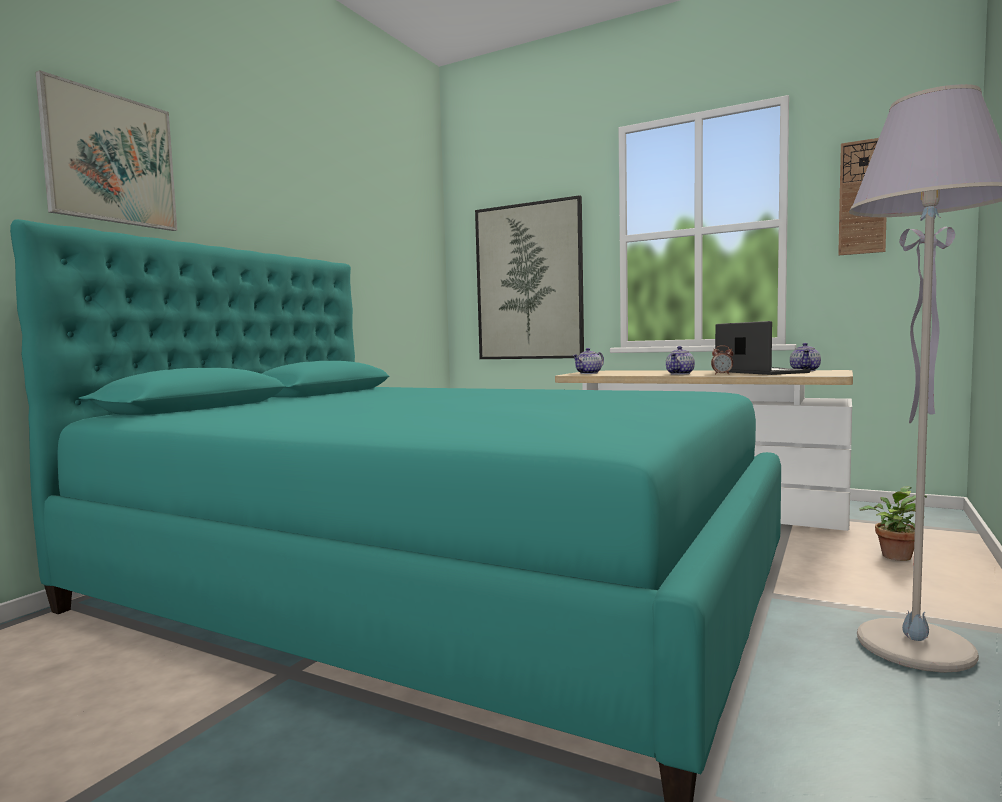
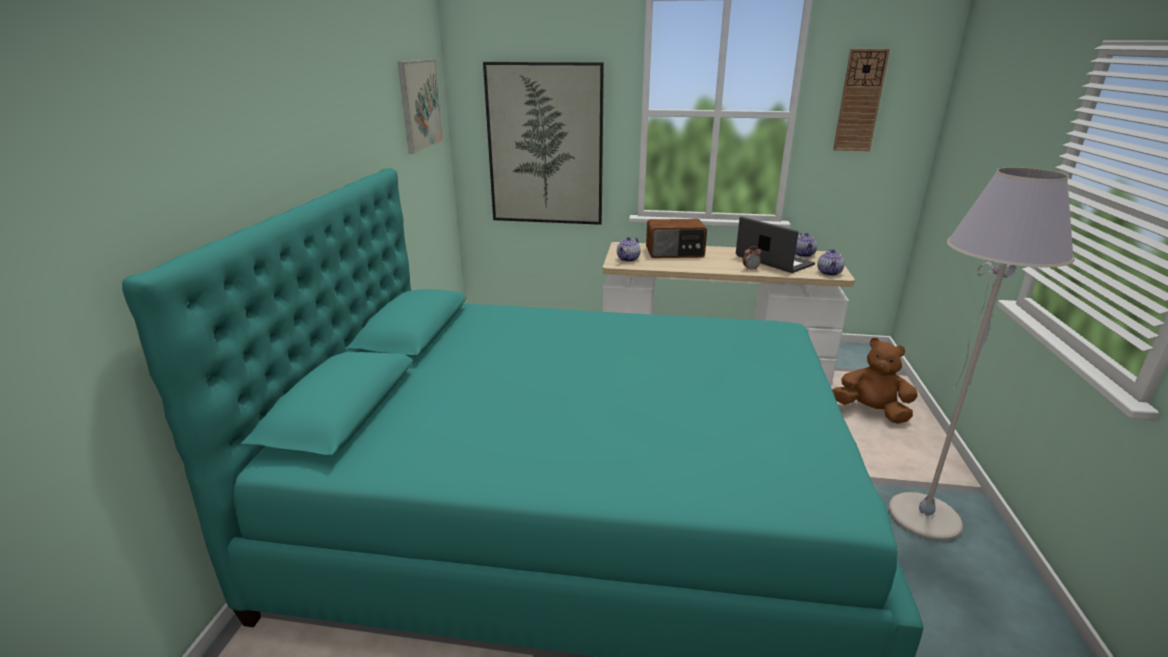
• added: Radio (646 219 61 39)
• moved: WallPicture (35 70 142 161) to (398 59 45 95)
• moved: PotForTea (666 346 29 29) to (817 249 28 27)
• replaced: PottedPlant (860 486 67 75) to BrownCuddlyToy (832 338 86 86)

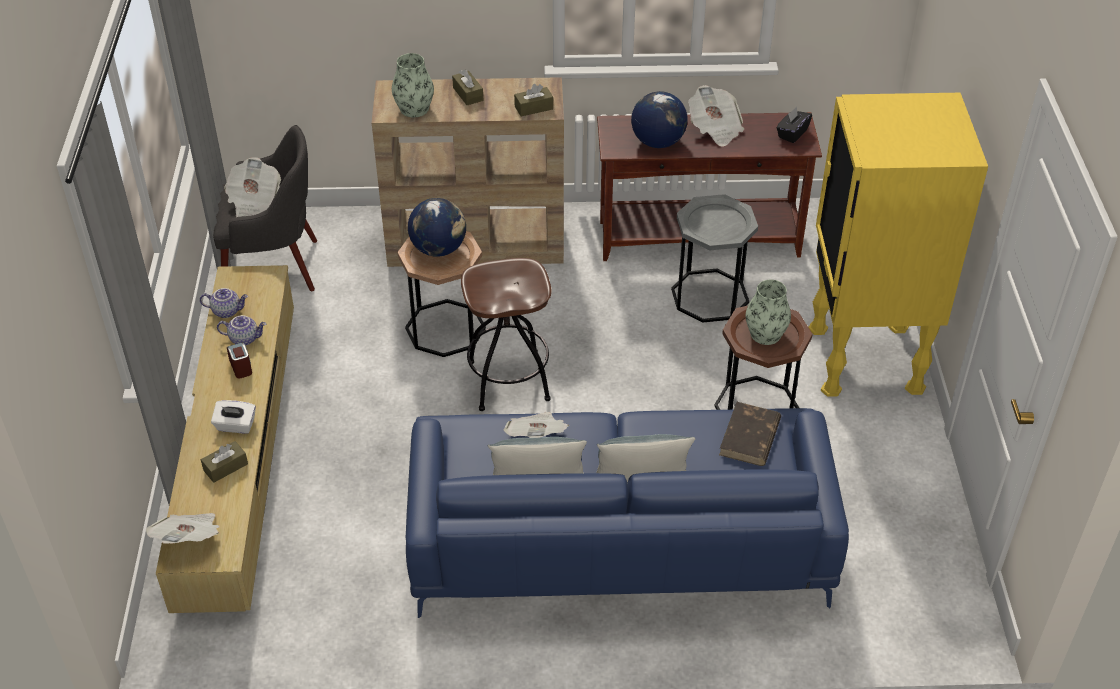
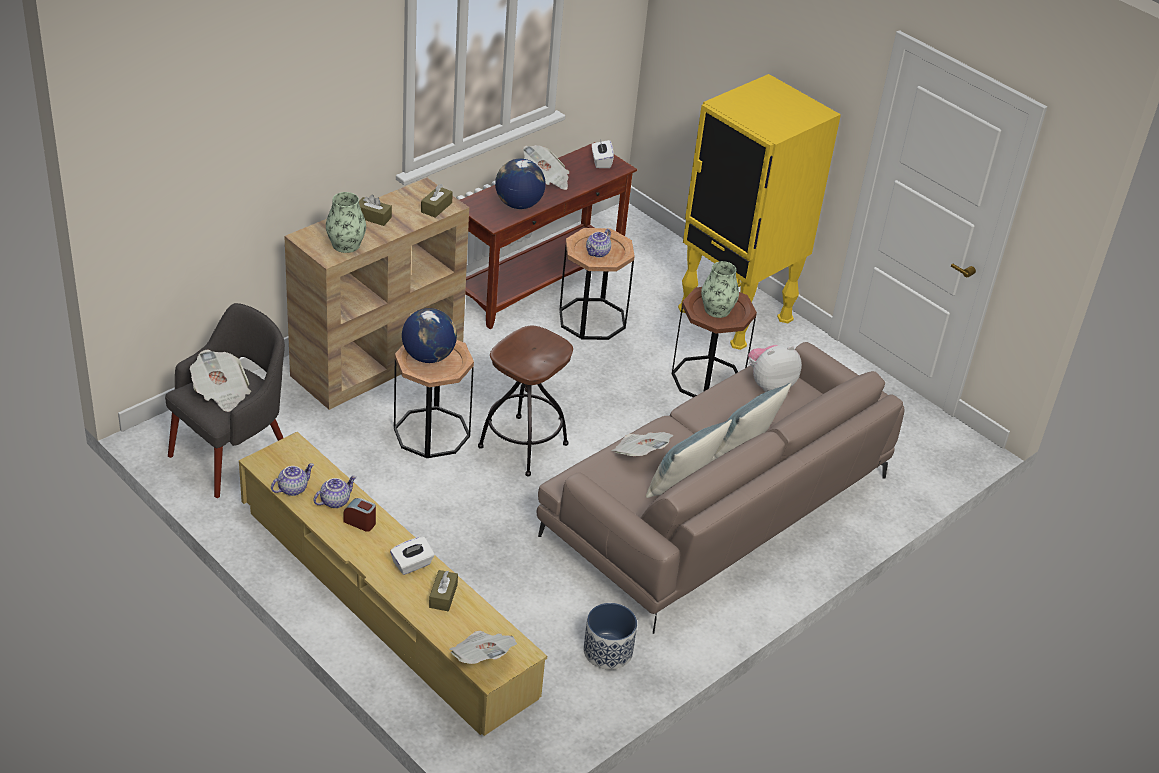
• added: PlantPot (584 603 53 67)
• added: PotForTea (586 229 25 29)
• replaced: BrownBook (719 402 62 64) to CuddlyToy (748 345 54 47)
• recoloured: BlueSettee (406 408 443 210) to SandColouredSettee (537 342 367 292)
• recoloured: GreyAccentTable (671 194 87 129) to BrownAccentTable (559 228 76 112)
• recoloured: BlackColouredTissueHolder (776 107 36 36) to WhiteColouredTissueHolder (592 139 22 29)

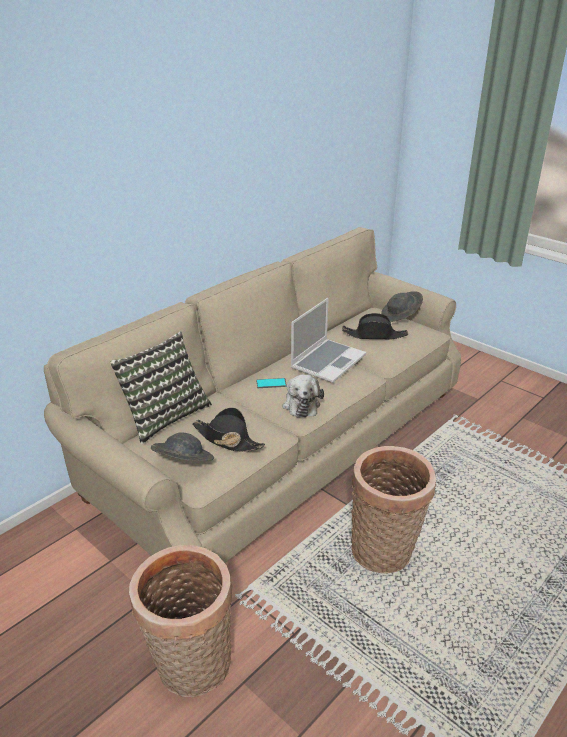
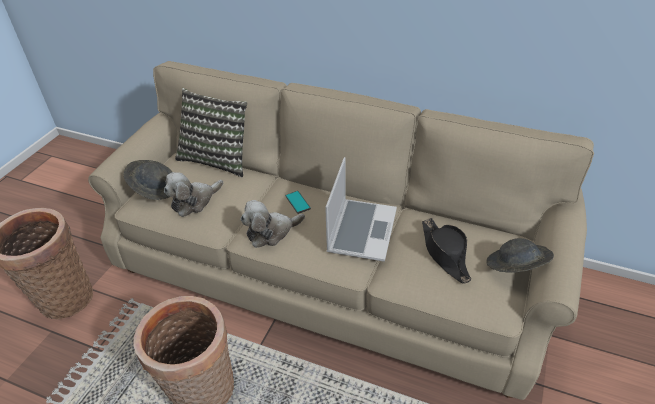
• replaced: BlackColouredClothingHat (193 407 72 45) to CuddlyToy (164 172 59 45)
• turned: Laptop (291 298 75 85) = (325 157 72 105) 90 degrees counterclockwise

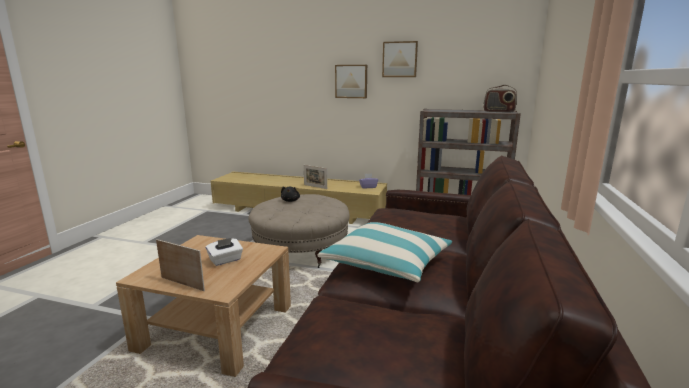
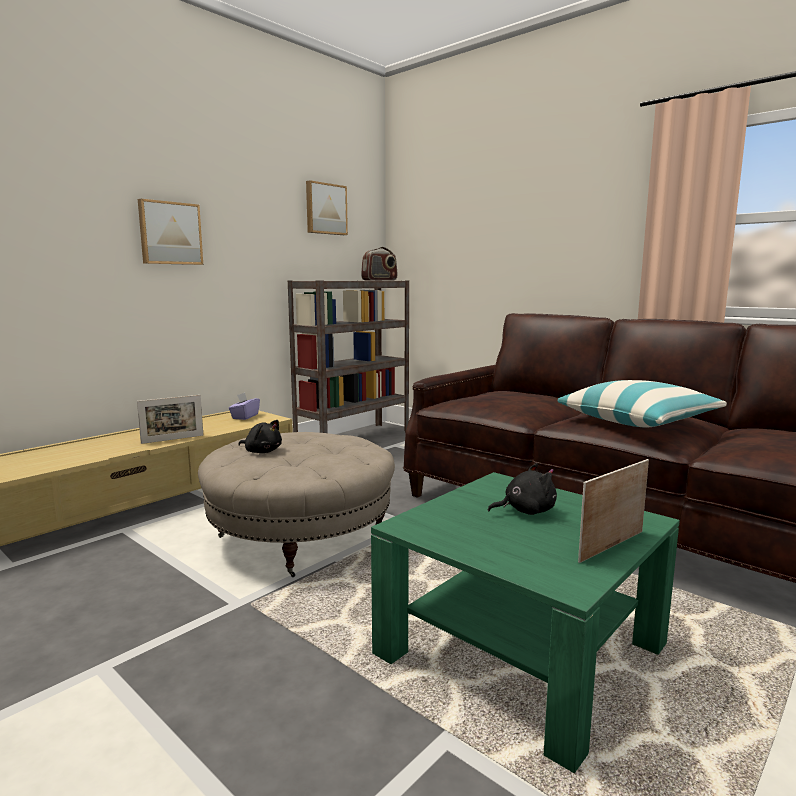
• moved: WallPicture (382 41 36 36) to (306 180 42 55)
• replaced: WhiteColouredTissueHolder (206 238 37 28) to BlackColouredCuddlyToy (488 463 69 52)
• recoloured: BrownLowTable (116 235 175 142) to GreenLowTable (371 472 309 301)

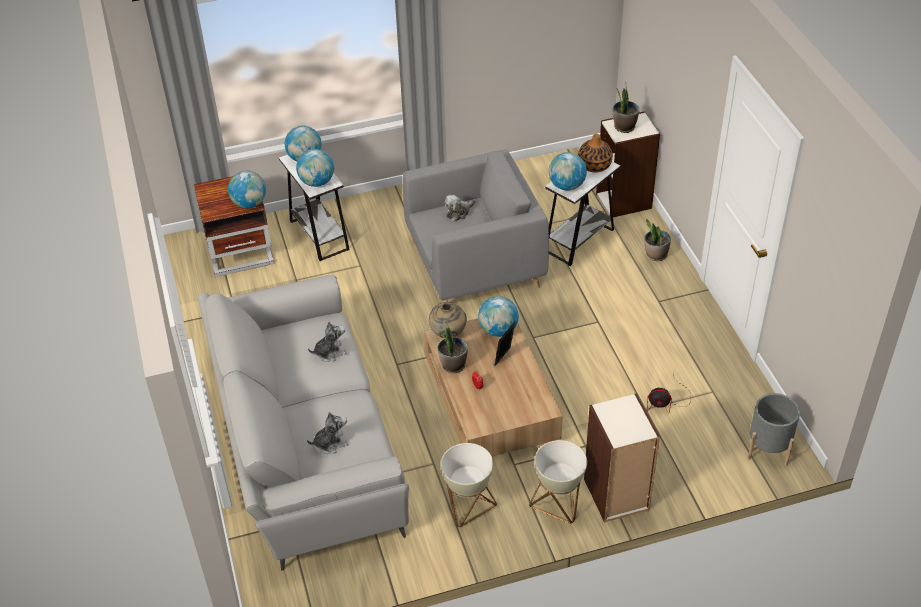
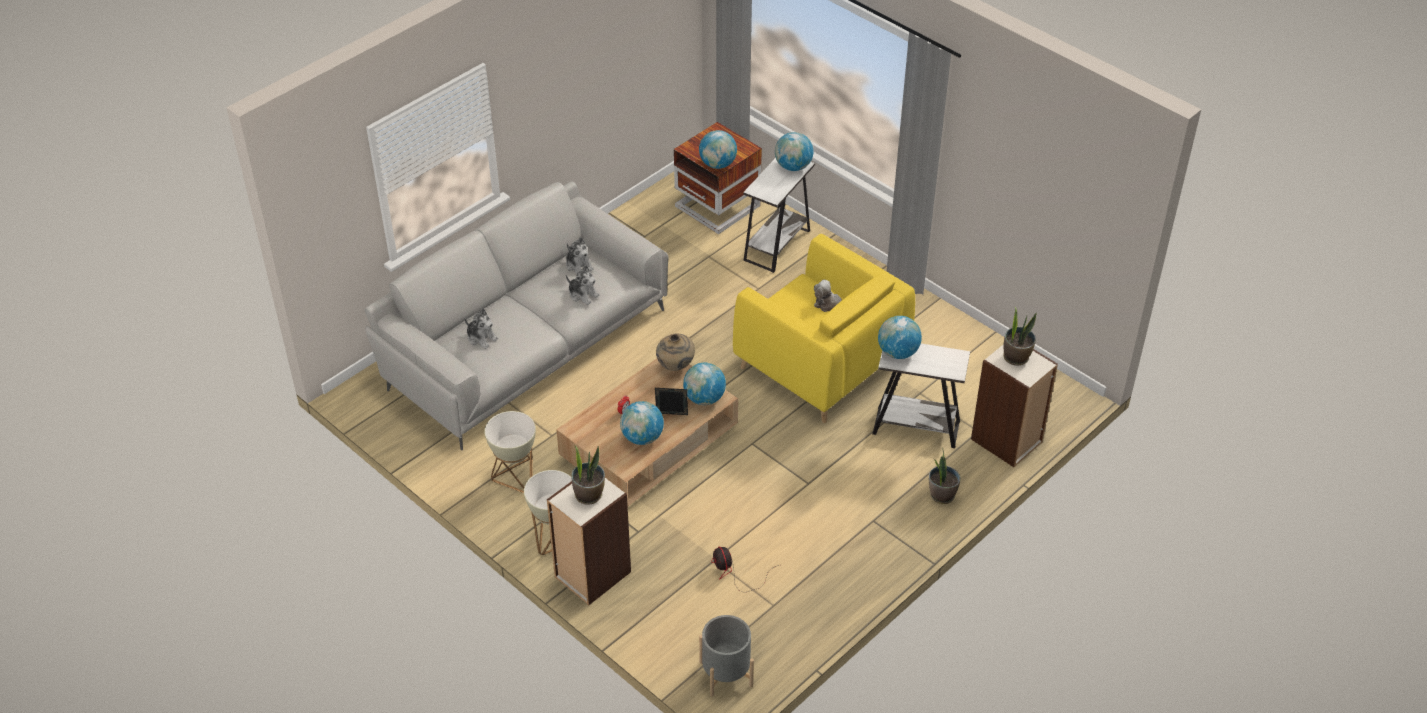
• removed: FlowerVase (578 134 35 38)
• added: CuddlyToy (566 237 28 37)
• moved: DeskGlobe (296 149 38 38) to (620 401 44 44)
• moved: PottedPlant (438 320 30 53) to (571 446 34 59)
• recoloured: GreyLoungeChair (403 149 146 153) to YellowColouredLoungeChair (733 234 182 189)

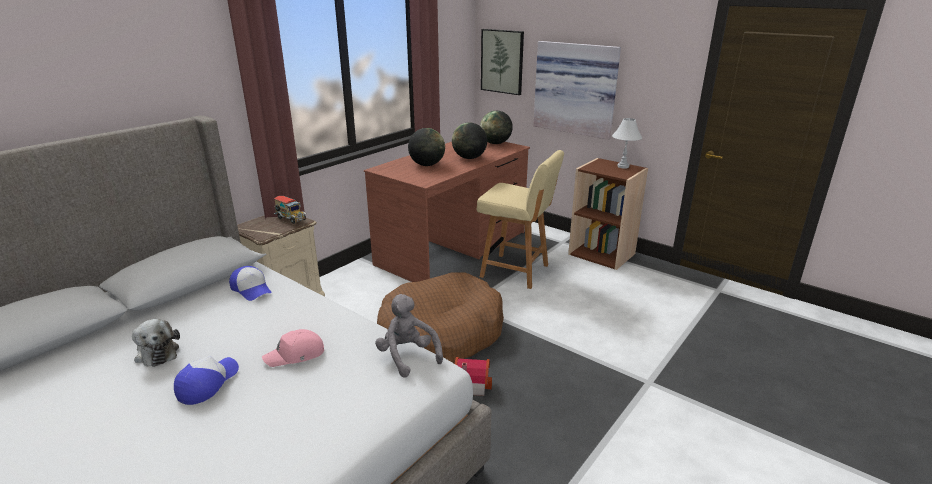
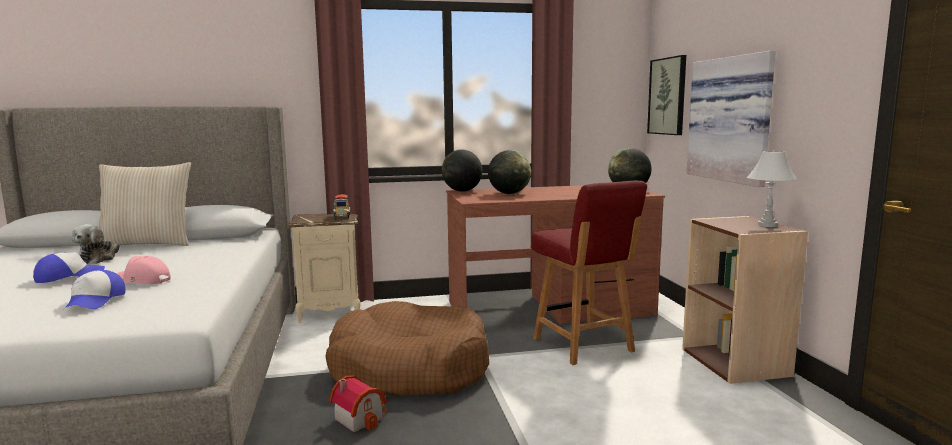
• removed: GreyCuddlyToy (375 294 68 84)
• added: SandColouredThrowPillow (99 162 92 84)
• moved: Cap (229 266 43 35) to (63 270 63 40)
• moved: DeskGlobe (452 123 35 36) to (442 149 40 43)
• recoloured: SandColouredPlainChair (477 150 87 139) to RedPlainChair (531 181 116 184)

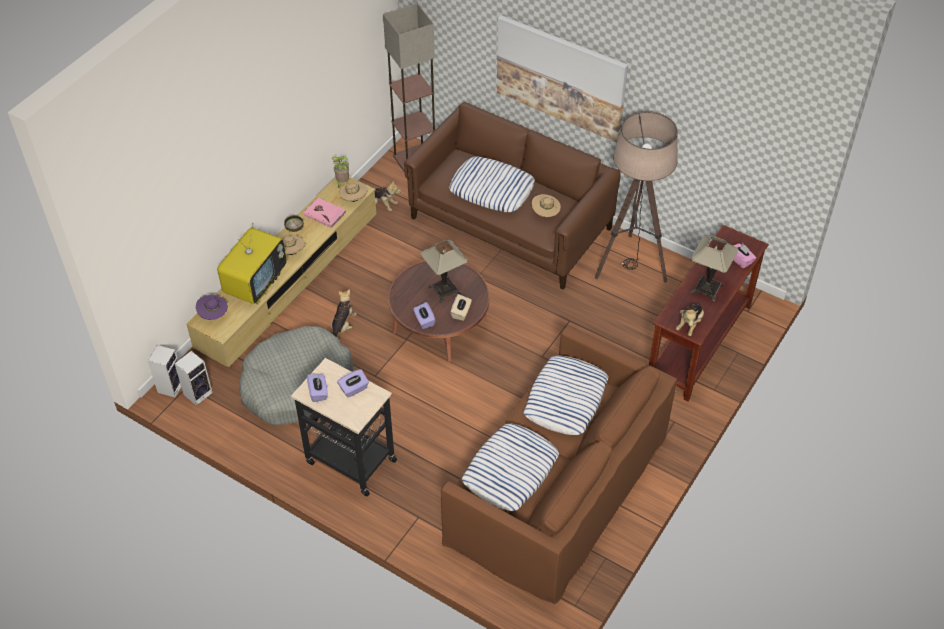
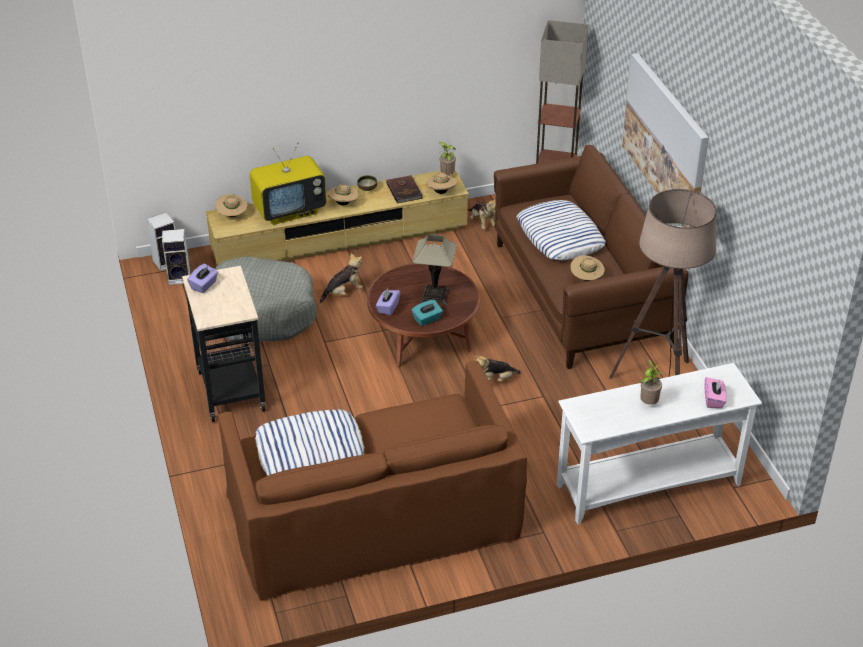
• removed: PurplishTissueHolder (337 369 32 28)
• removed: ThrowPillow (524 356 84 79)
• moved: CuddlyToy (676 303 28 33) to (474 356 47 26)
• replaced: LampForATable (691 236 48 66) to PottedPlant (640 359 22 46)
• recoloured: PurplishClothingHat (196 295 32 25) to SandColouredClothingHat (216 194 31 23)
• recoloured: PinkColouredBook (304 197 42 31) to BrownBook (386 175 37 29)
• recoloured: SandColouredTissueHolder (450 294 22 27) to BlueGreenTissueHolder (412 300 31 26)
• recoloured: BrownNarrowTable (649 225 120 177) to WhiteColouredNarrowTable (557 363 205 162)

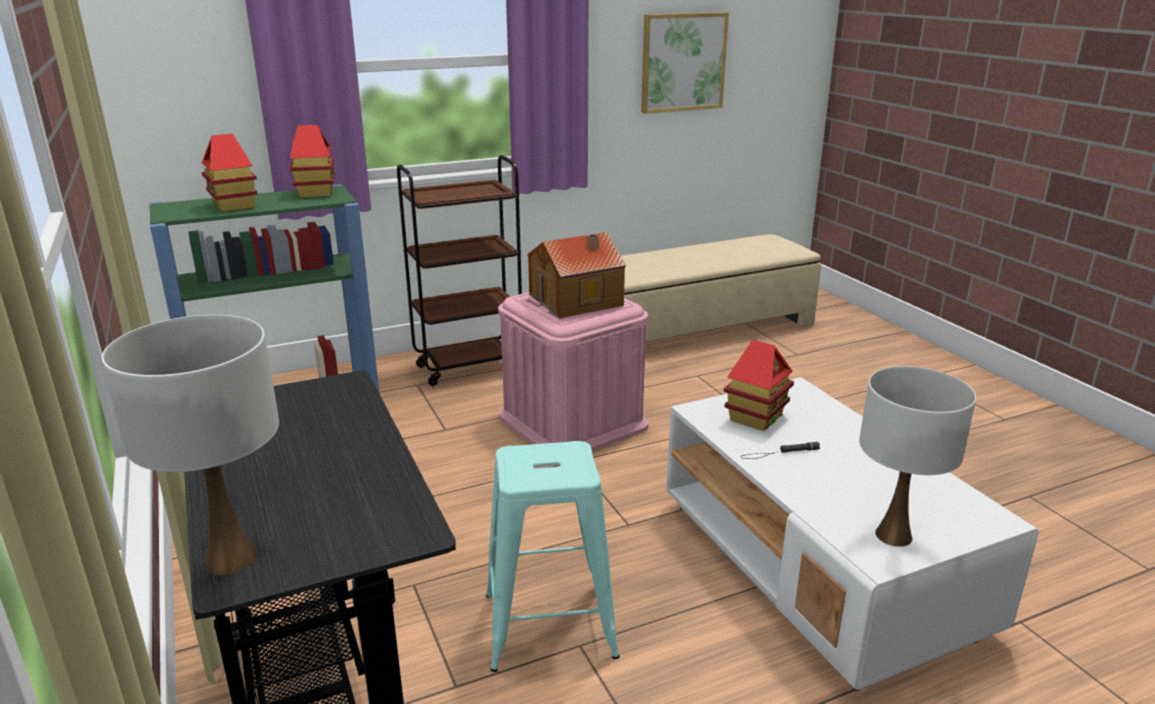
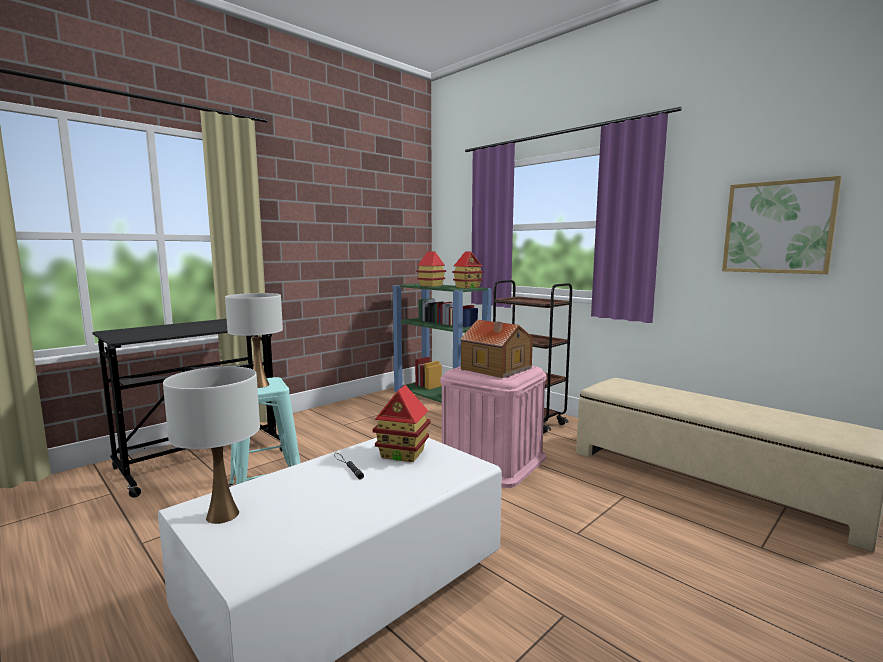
• moved: WhiteColouredLampForATable (102 315 177 260) to (225 293 58 95)

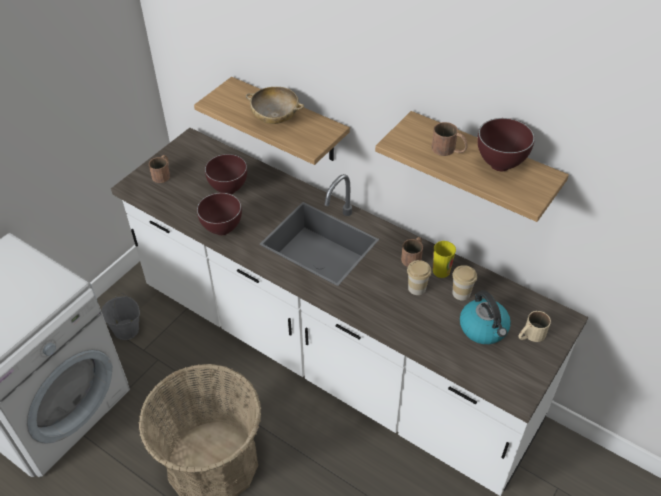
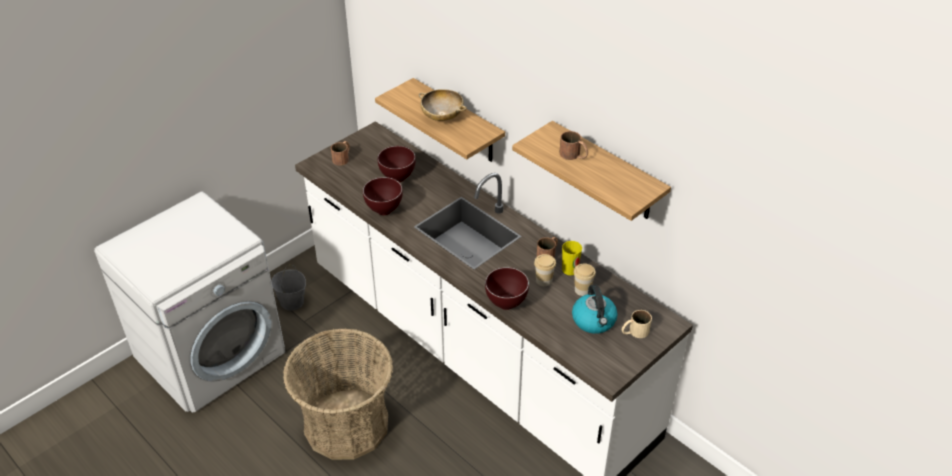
• moved: BrownDeepDish (478 118 57 53) to (485 267 44 43)

